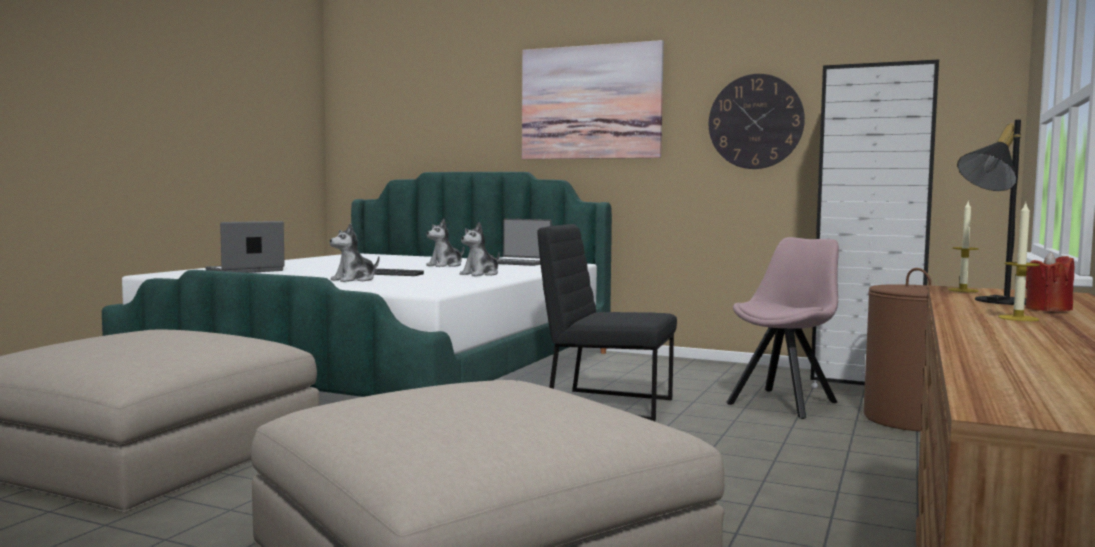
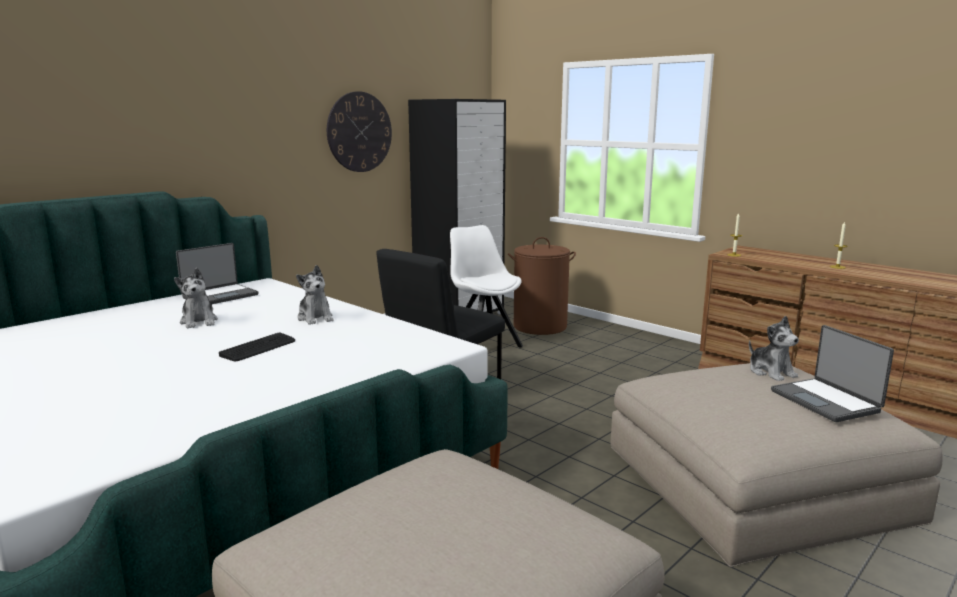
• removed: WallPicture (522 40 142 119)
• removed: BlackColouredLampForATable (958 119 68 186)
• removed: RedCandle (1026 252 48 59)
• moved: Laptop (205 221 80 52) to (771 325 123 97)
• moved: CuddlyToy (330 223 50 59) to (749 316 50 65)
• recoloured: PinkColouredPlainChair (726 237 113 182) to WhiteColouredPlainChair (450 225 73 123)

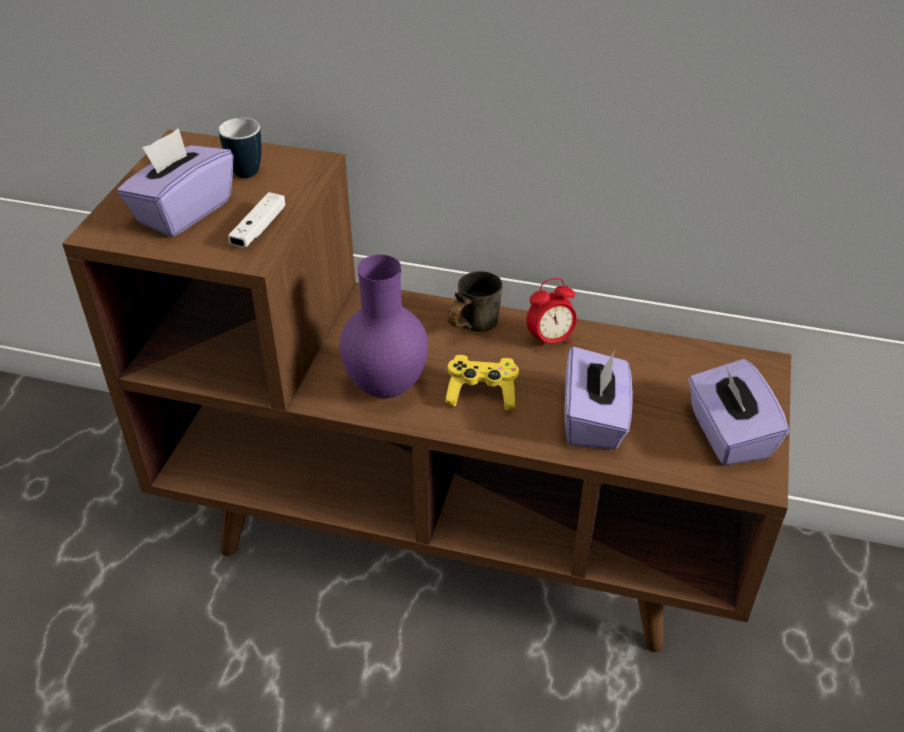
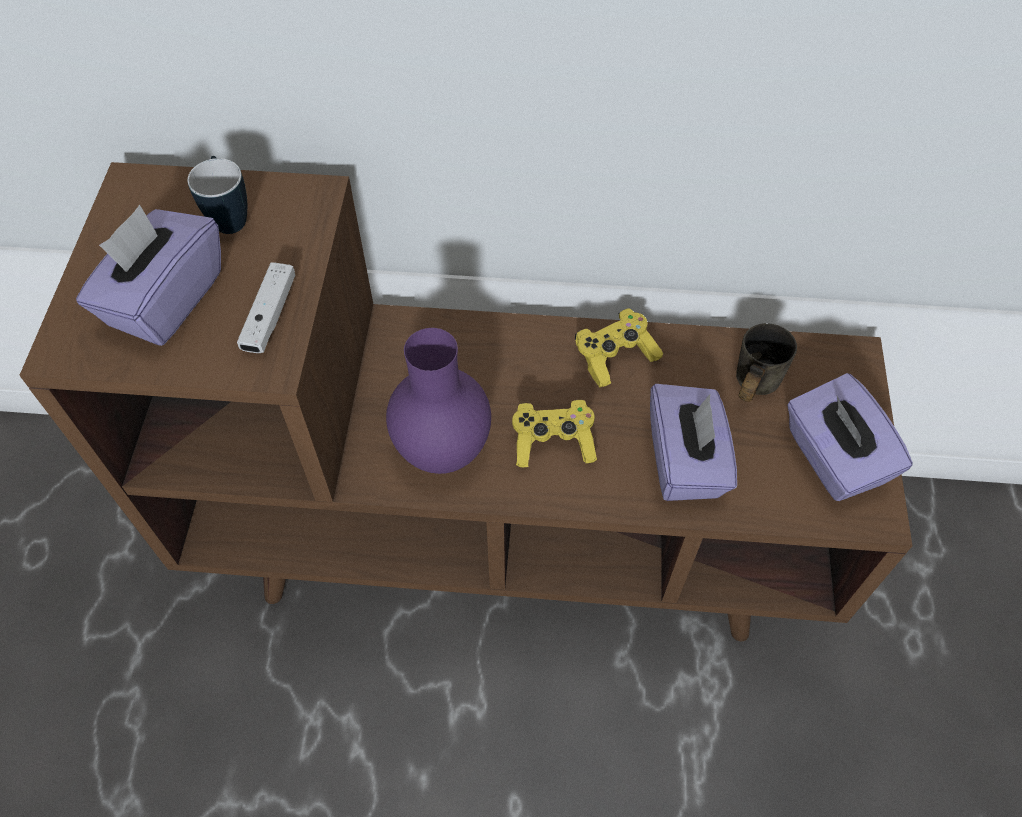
• moved: GreyTeaMug (447 271 55 61) to (736 323 61 79)
• replaced: TableClock (526 278 51 72) to YellowColouredJoypad (575 308 88 79)

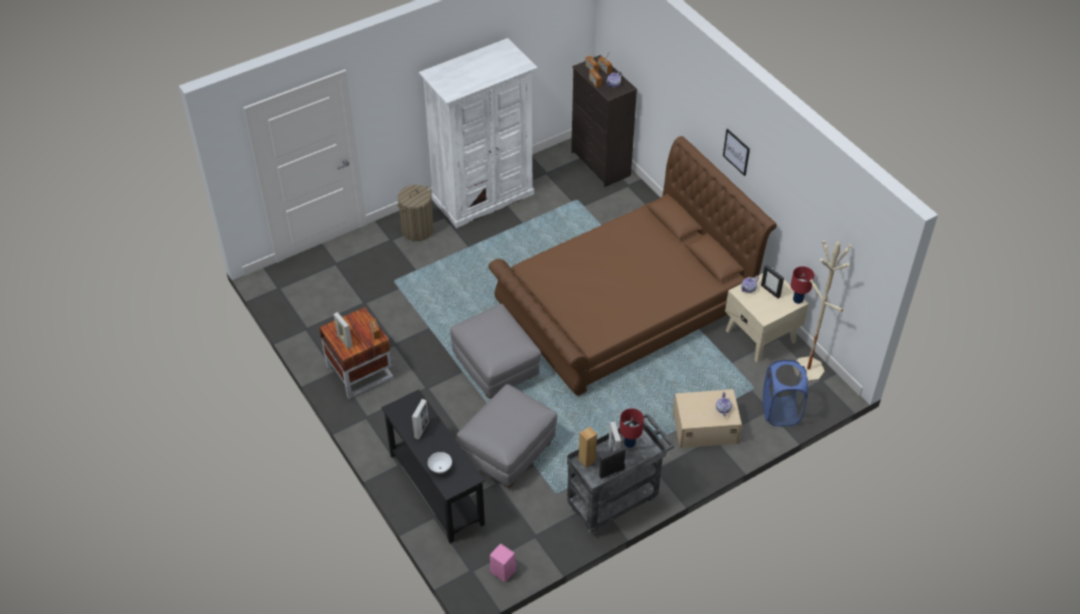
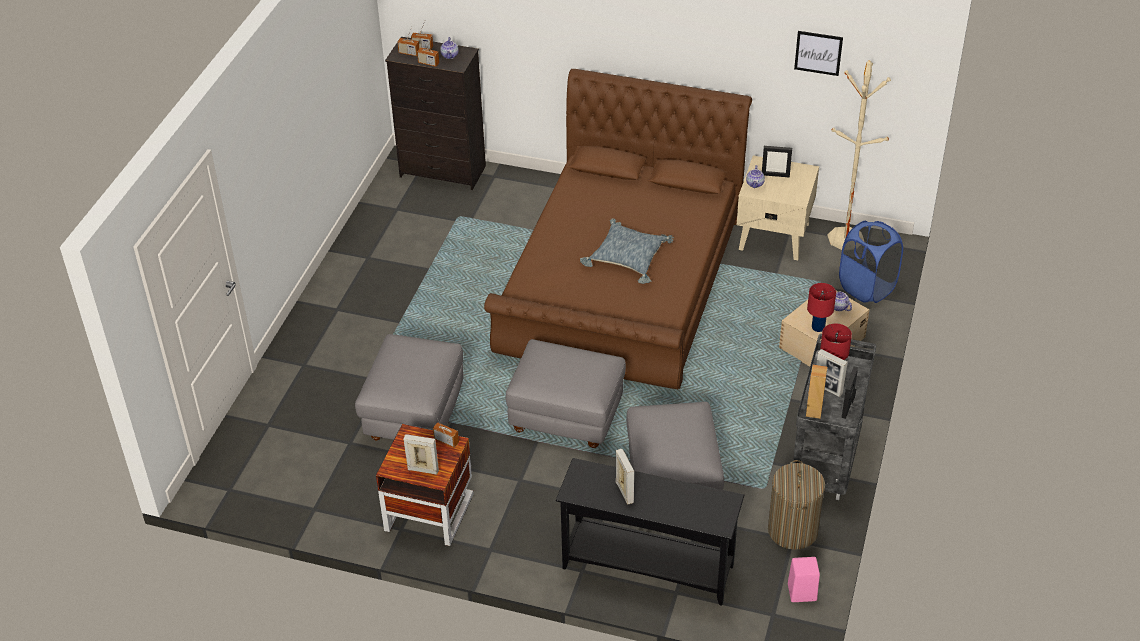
• removed: WhiteColouredArmoire (419 38 118 190)
• removed: WhiteColouredDeepDish (428 452 24 21)
• added: GreyPouffe (355 334 108 106)
• added: ThrowPillow (580 218 94 66)
• moved: LaundryBasket (397 185 37 56) to (768 460 57 90)
• moved: WallPicture (723 129 27 47) to (794 31 49 45)
• moved: RedLampForATable (791 266 23 38) to (807 283 29 49)

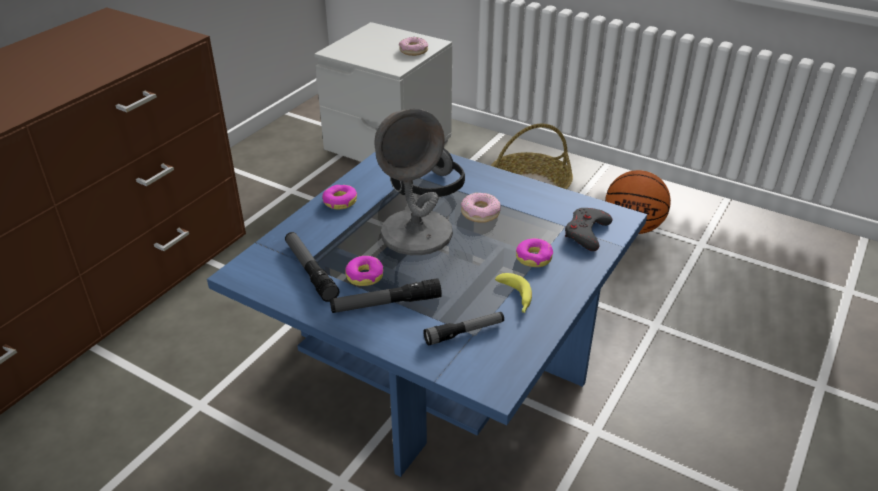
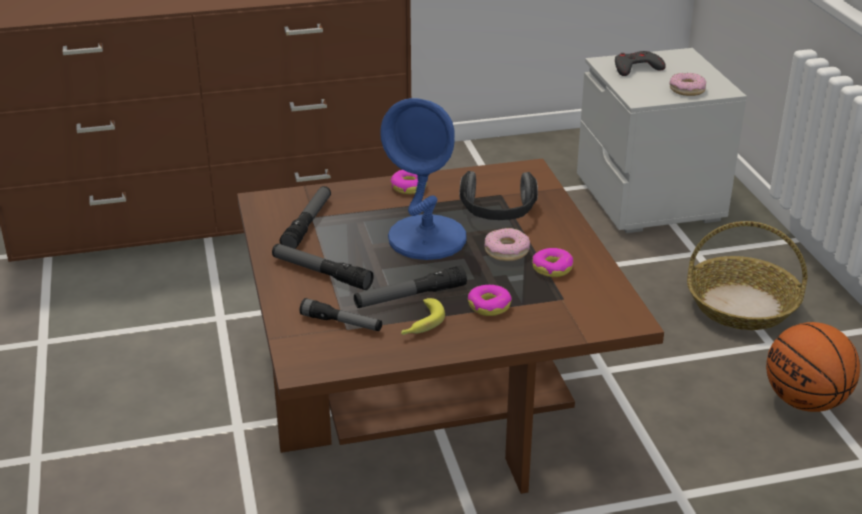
• added: Torch (354 266 113 42)
• moved: Doughnut (345 256 38 30) to (532 248 41 29)
• moved: GreyJoypad (565 208 47 43) to (615 51 51 25)
• recoloured: BlueLowTable (207 152 440 325) to BrownLowTable (237 158 427 336)
• recoloured: GreyLampForATable (374 109 79 146) to BlueLampForATable (380 98 86 162)

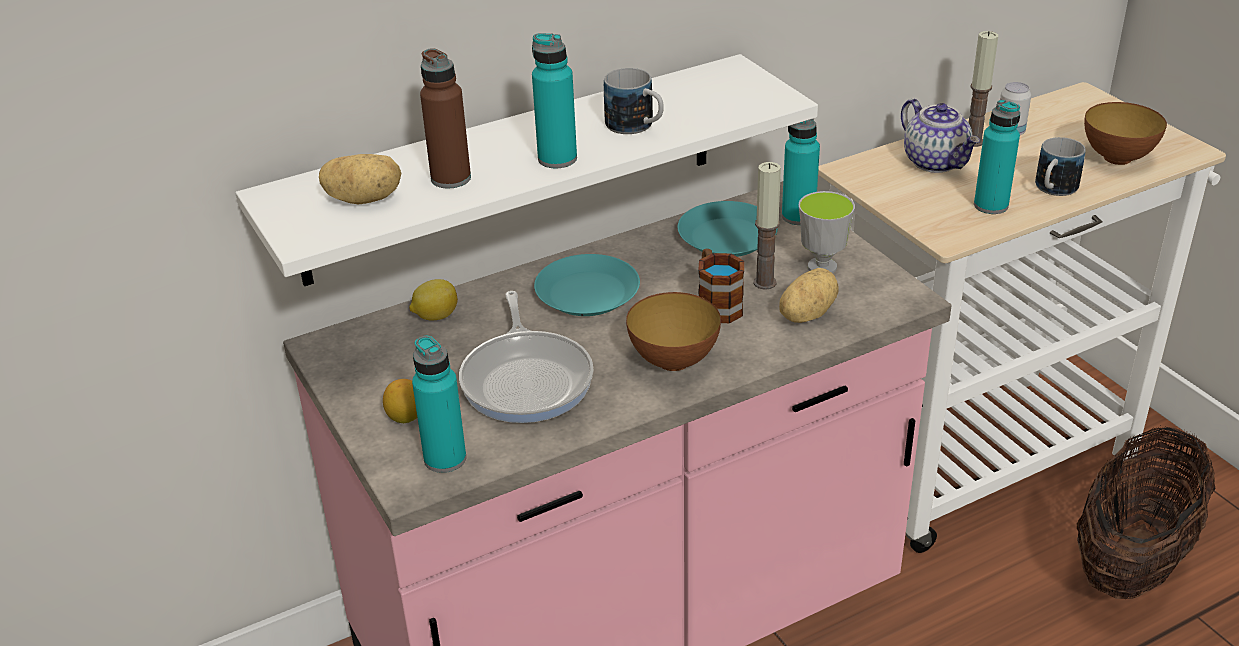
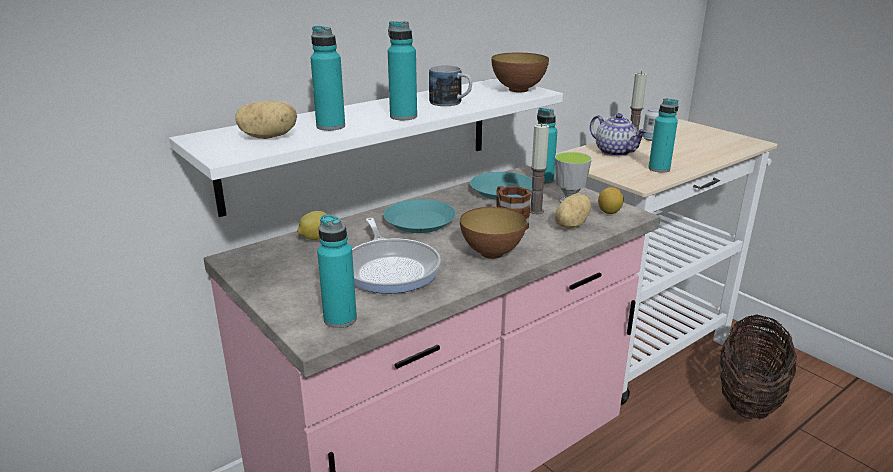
• removed: TeaMug (1035 137 50 59)
• moved: CitrusFruit (383 379 34 44) to (598 187 26 27)
• moved: DeepDish (1084 102 83 63) to (491 53 58 39)
• recoloured: BrownBottle (420 48 51 140) to BlueGreenBottle (311 26 34 105)

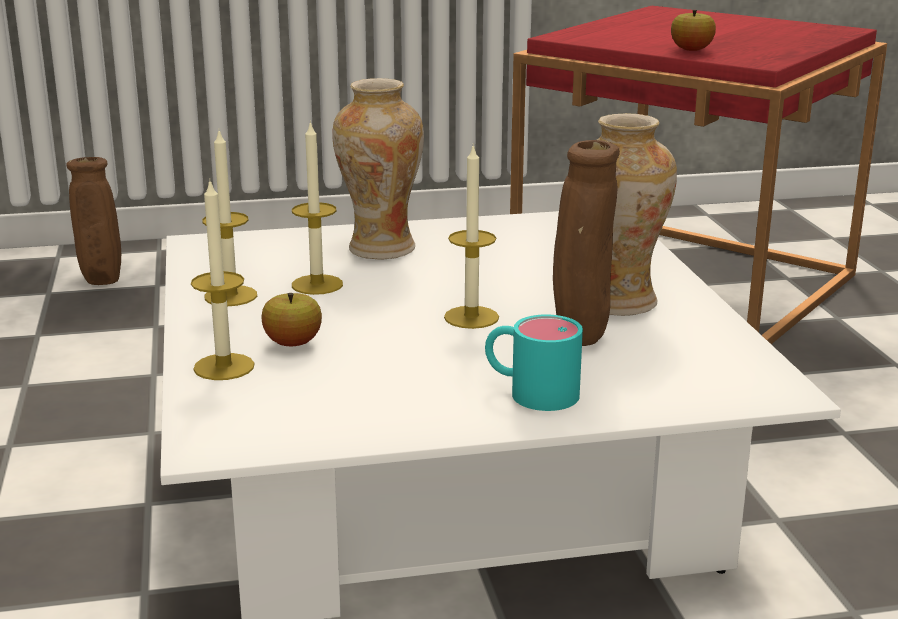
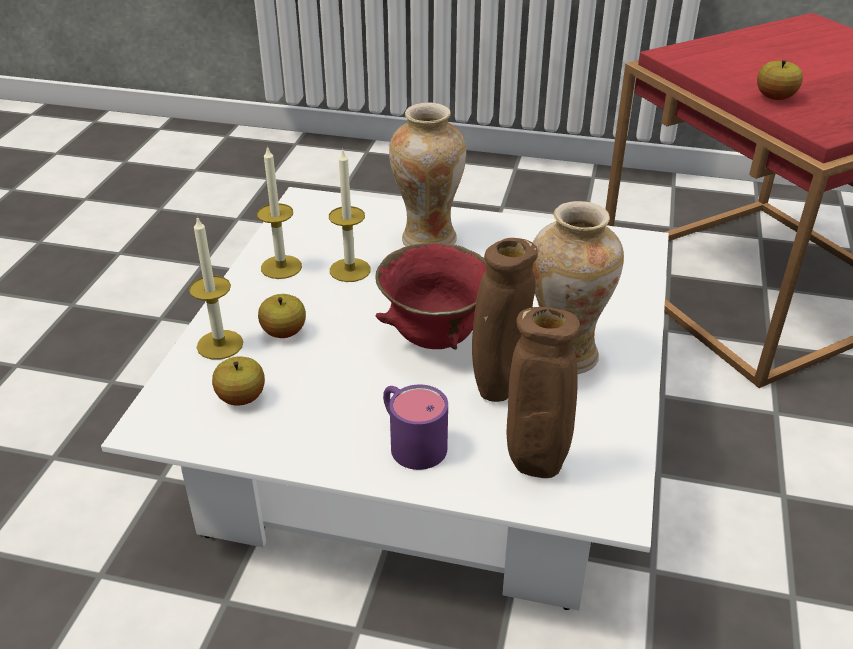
• added: WholeApple (212 356 53 50)
• moved: BrownFlowerVase (66 157 55 128) to (507 307 73 171)
• replaced: Candle (444 144 55 185) to RedDeepDish (375 243 112 107)
• recoloured: BlueGreenTeaMug (485 314 98 97) to PurplishTeaMug (383 384 65 86)

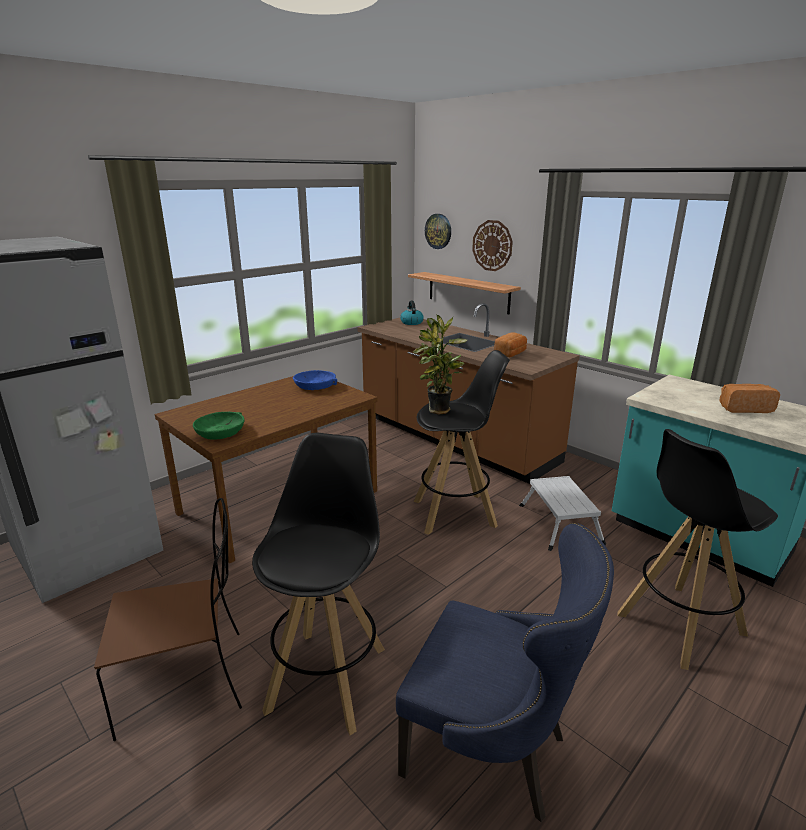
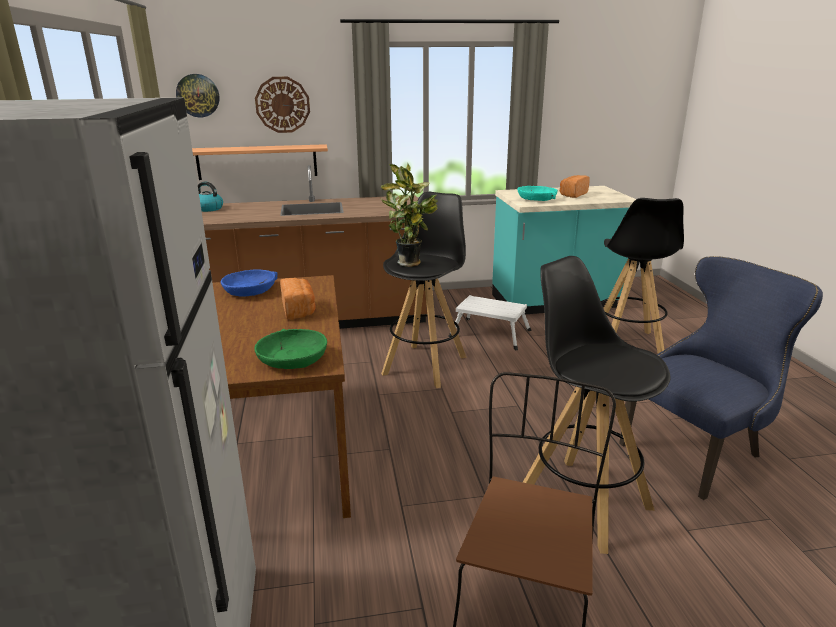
• added: BlueGreenDeepDish (517 186 41 15)
• moved: Bread (494 332 33 25) to (280 278 36 42)

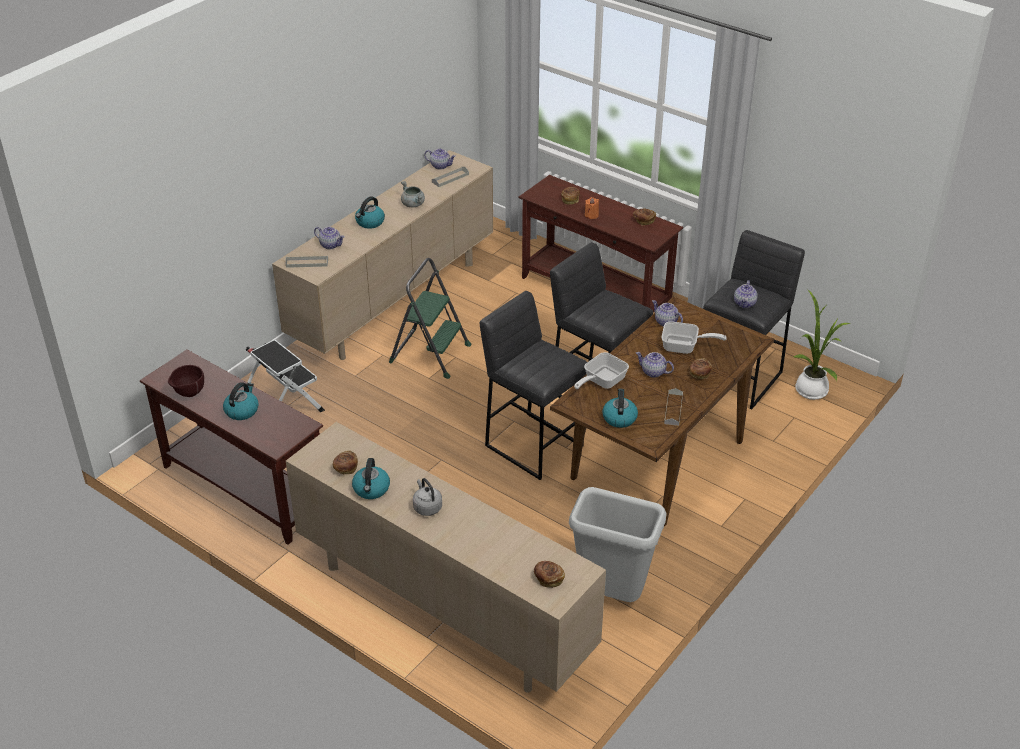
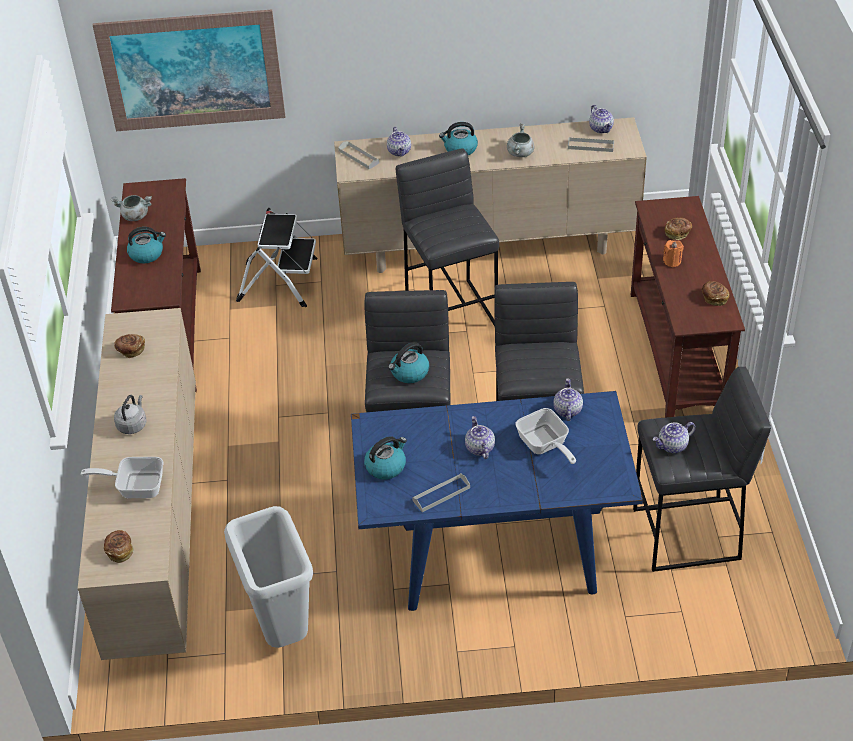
• removed: Bread (690 358 22 21)
• removed: PottedPlant (794 290 56 110)
• added: WallPicture (93 10 192 121)
• moved: TeaKettle (352 458 38 41) to (388 342 41 41)
• moved: Pan (574 352 55 37) to (81 457 82 41)
• replaced: BrownDeepDish (168 365 36 32) to GreyCookingPot (111 195 41 26)
• replaced: GreenStepStool (389 258 83 121) to GreyStool (396 148 103 178)
• recoloured: BrownKitchenTable (550 296 224 230) to BlueKitchenTable (351 391 292 220)

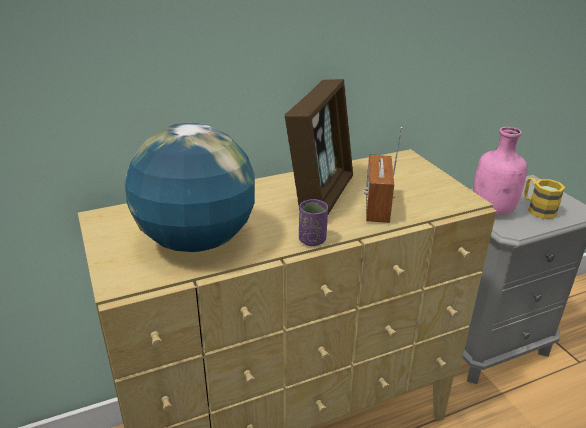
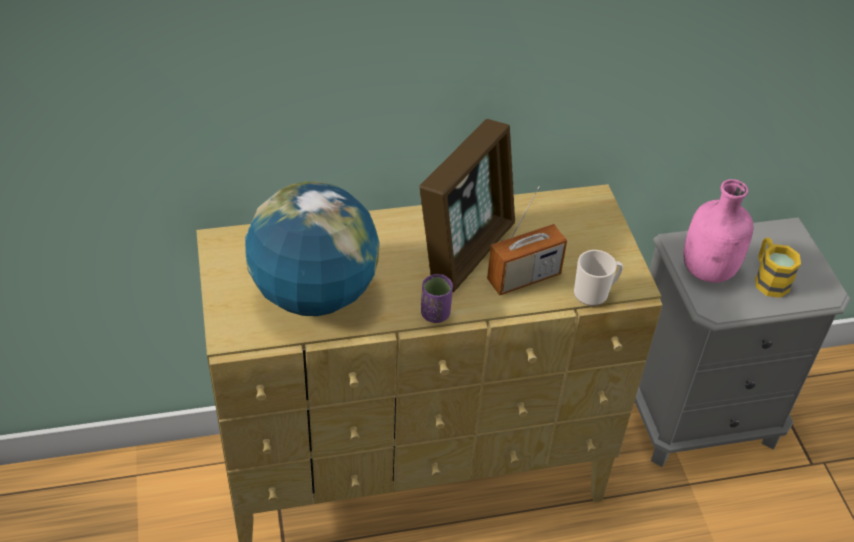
• added: TeaMug (574 250 49 56)
• turned: Radio (364 127 38 96) = (487 186 80 109) 135 degrees counterclockwise

